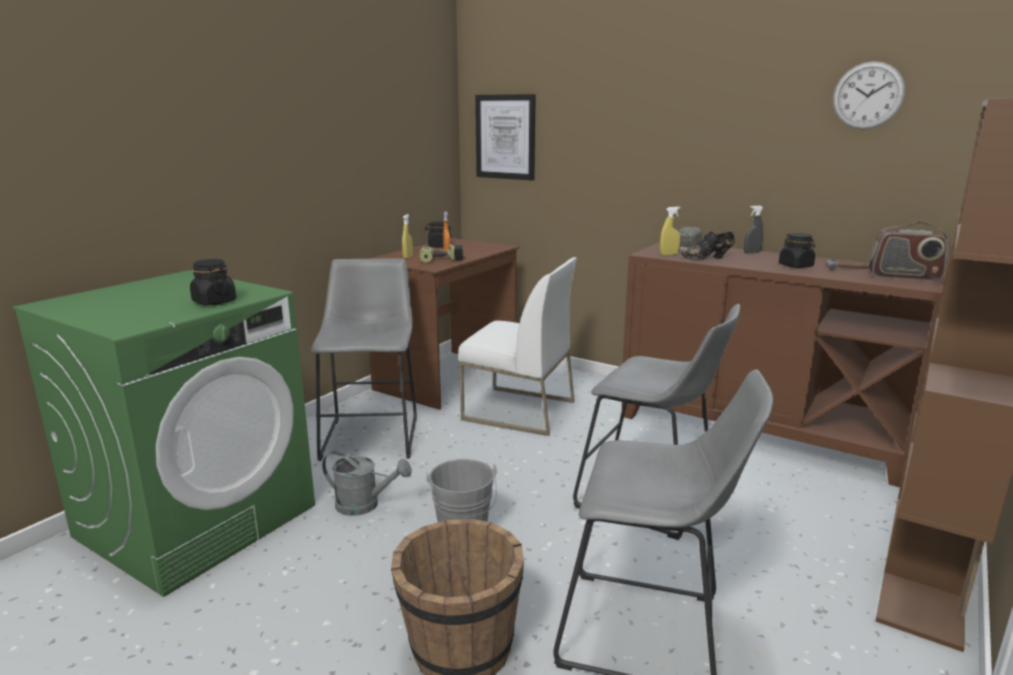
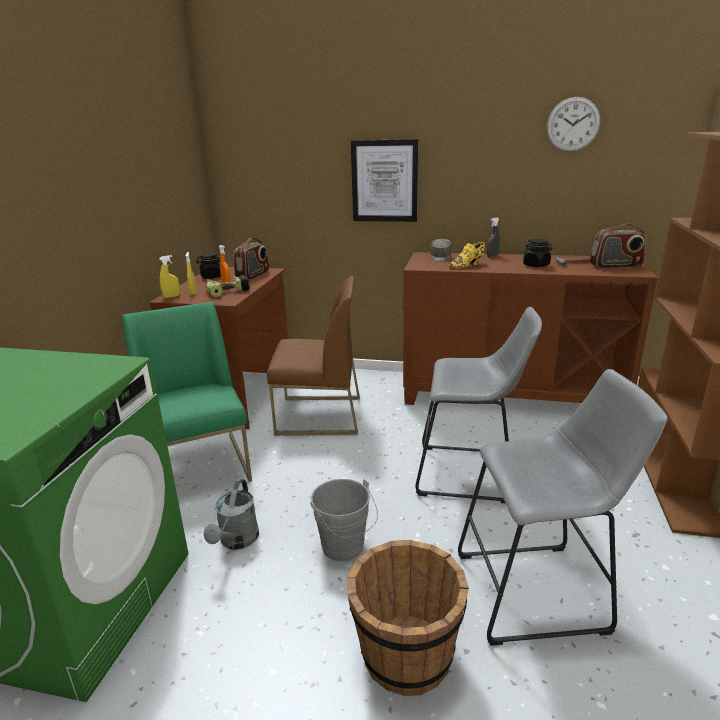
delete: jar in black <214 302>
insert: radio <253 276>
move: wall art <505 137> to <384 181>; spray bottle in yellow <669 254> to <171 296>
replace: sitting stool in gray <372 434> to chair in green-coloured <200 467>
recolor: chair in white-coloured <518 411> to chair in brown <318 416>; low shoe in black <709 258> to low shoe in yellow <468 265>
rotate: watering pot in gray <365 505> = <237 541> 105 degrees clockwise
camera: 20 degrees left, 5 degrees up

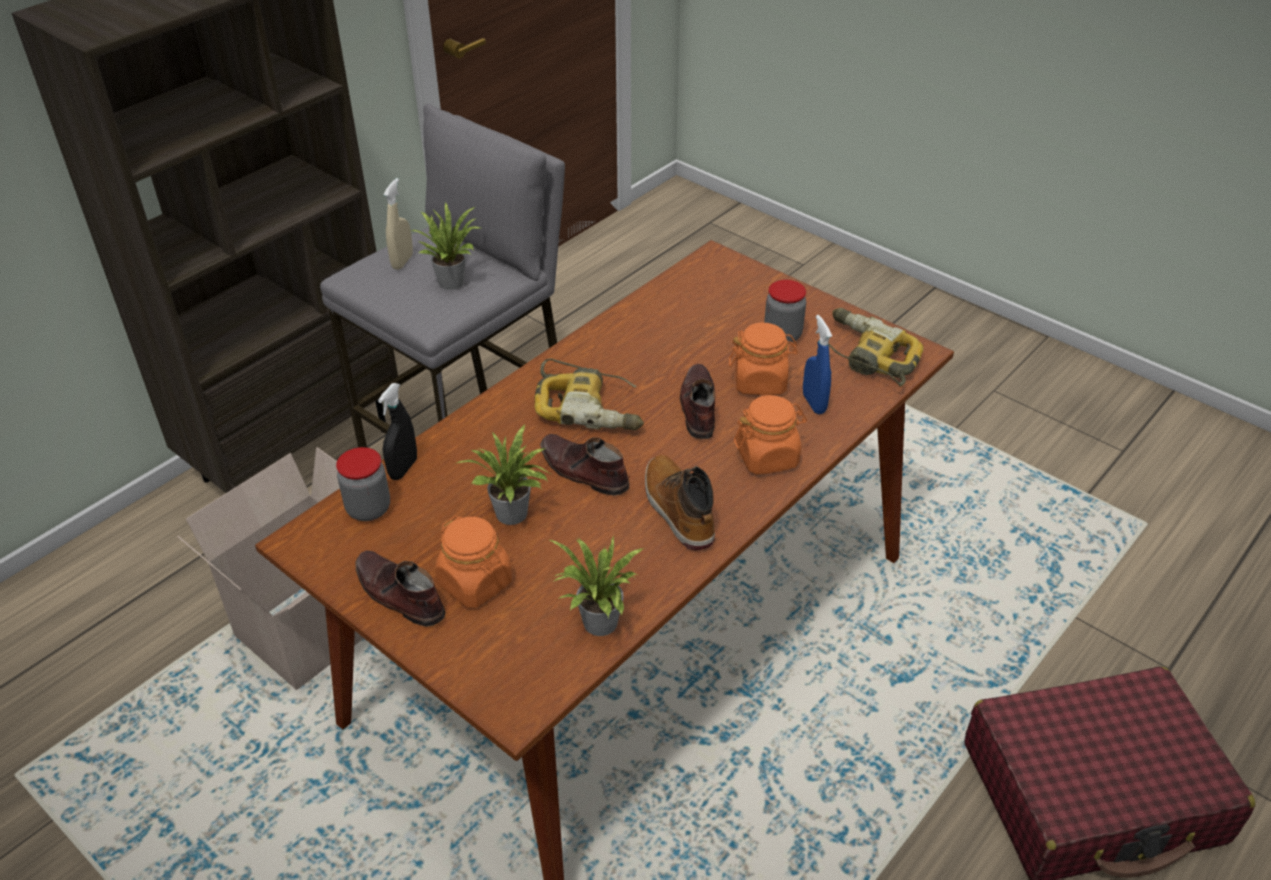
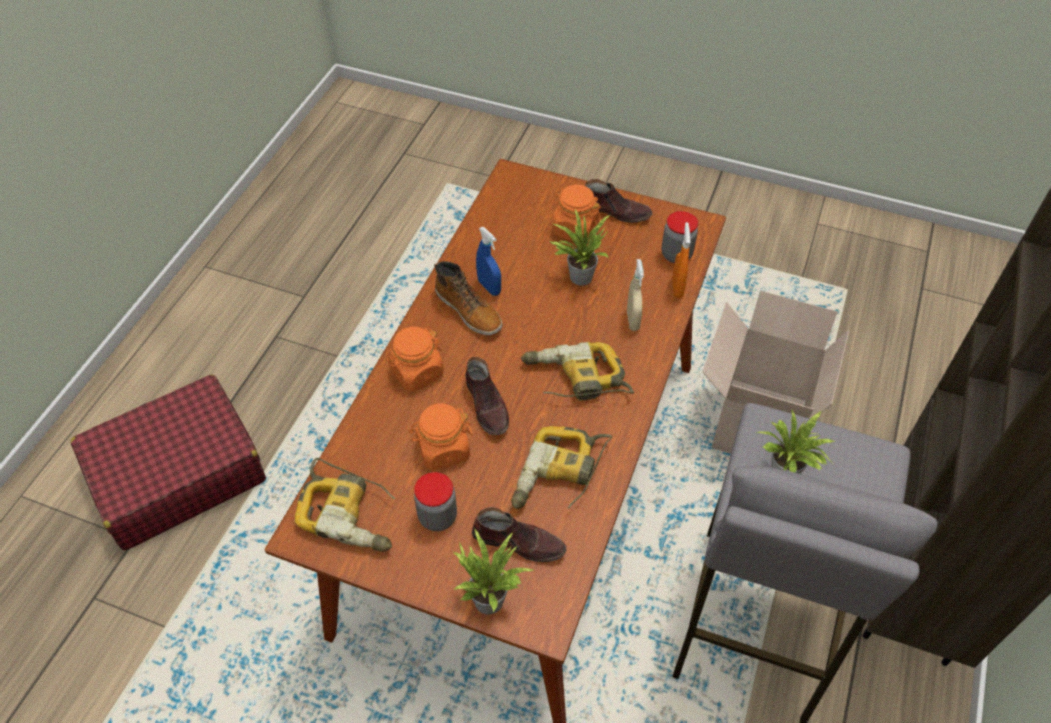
insert: electric drill <560 476>
move: spray bottle in sand-coloured <402 261> to <632 320>; low shoe in brown <583 471> to <519 541>; plant in a pot <598 626> to <489 597>; spray bottle in bluish <814 403> to <489 287>
recolor: spray bottle in black <403 469> to spray bottle in orange <677 288>
camera: 160 degrees right, 10 degrees up

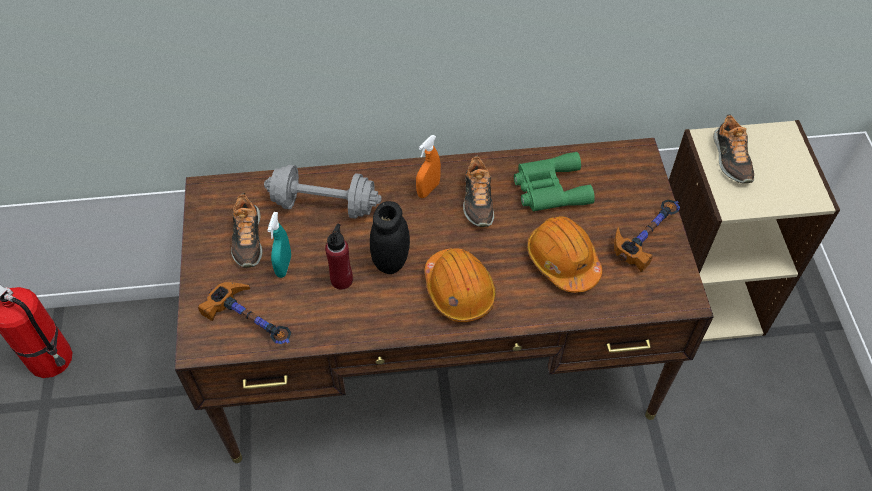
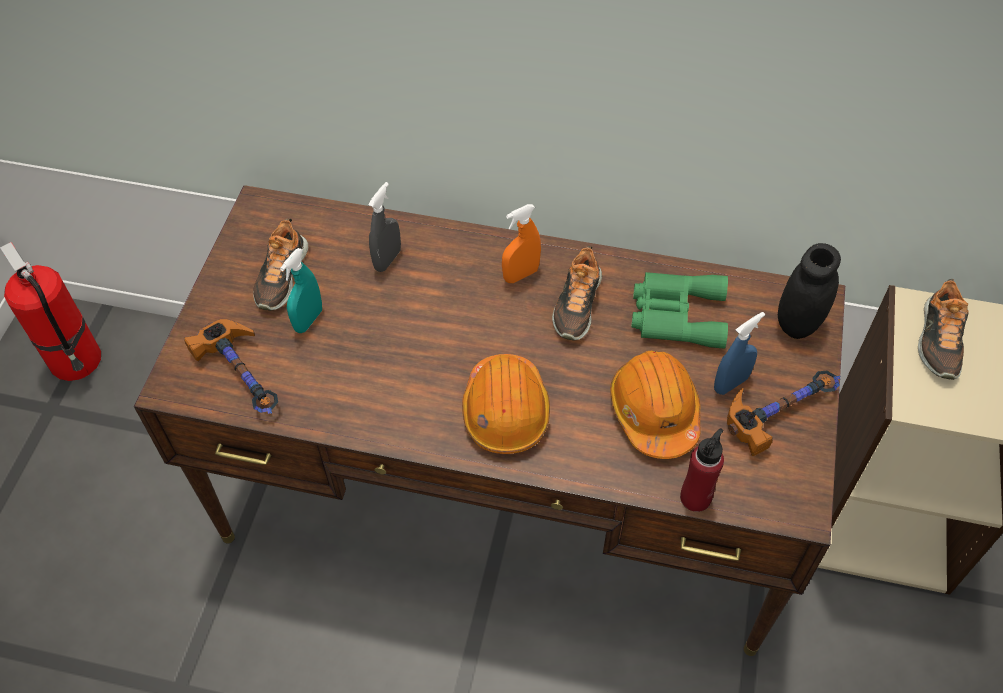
insert: spray bottle in bluish <731 383>
move: drink bottle in red <342 280> to <695 497>; jar in black <391 261> to <798 323>
replace: dumbbell in gray <324 205> to spray bottle in gray <387 260>
camera: 20 degrees right, 0 degrees up

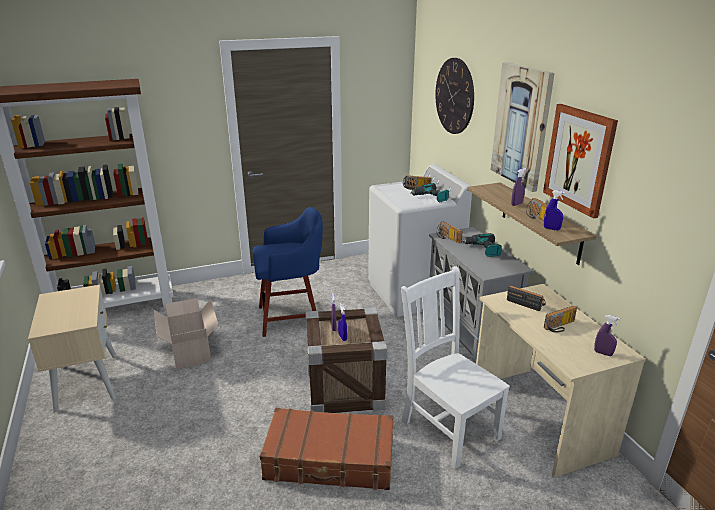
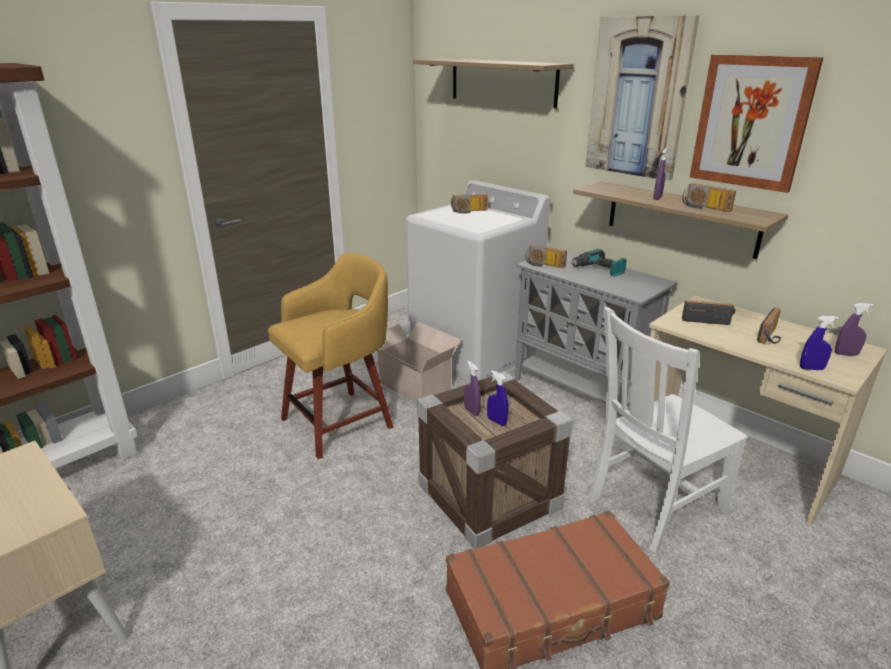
delete: electric drill <430 198>
move: cardboard box <191 349> to <413 385>; spray bottle in bluish <551 229> to <811 368>
replace: clock on the wall <454 96> to bracket shelf <502 82>
recolor: sitting stool in bluish <291 318> to sitting stool in yellow <340 422>
rotate: chair in white-coloured <447 427> = <653 505> 60 degrees counterclockwise
camera: 25 degrees left, 0 degrees up

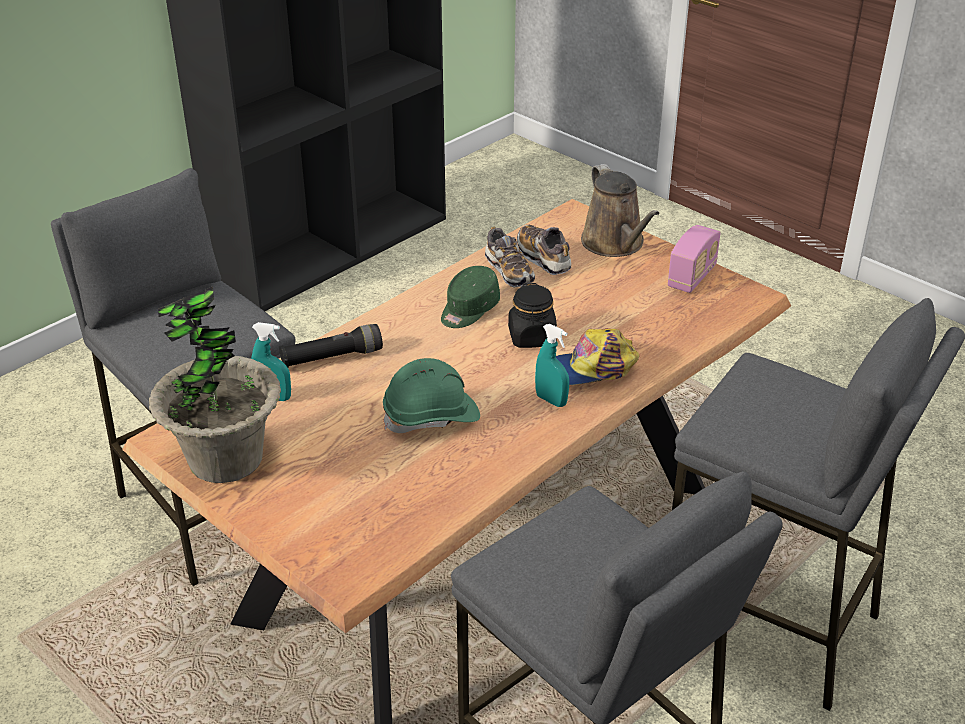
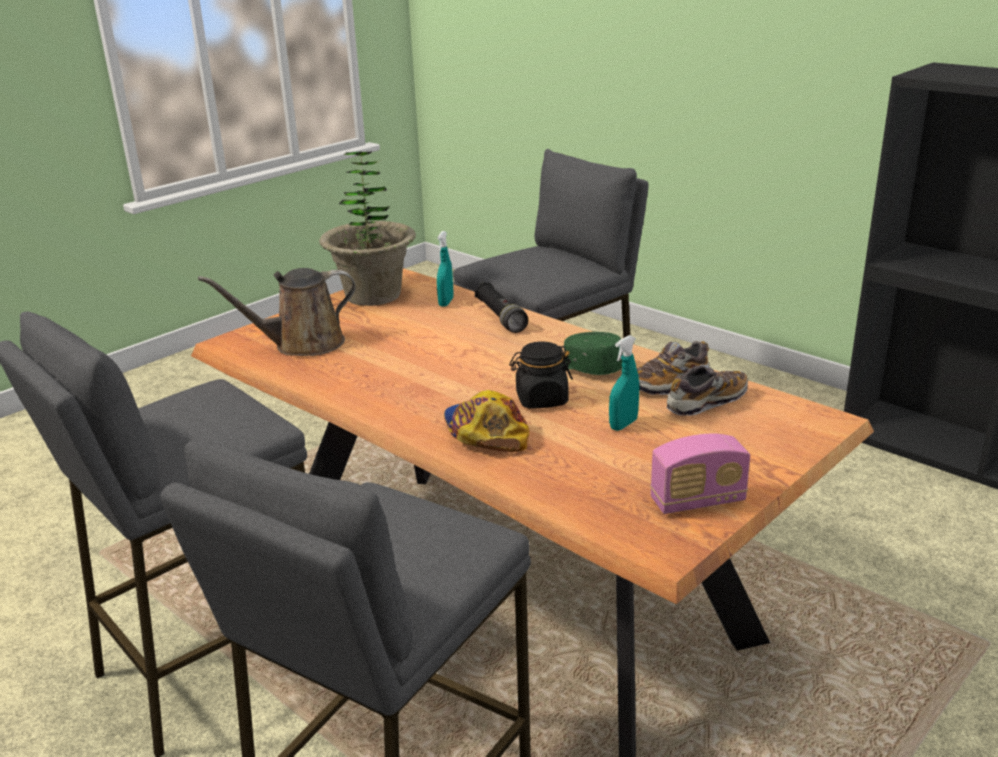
delete: hard hat in green-coloured <431 417>
move: spray bottle in blue-green <551 400> to <623 424>; watering pot in brown <615 244> to <302 345>
rotate: radio <692 277> = <697 501> 45 degrees counterclockwise
camera: 90 degrees right, 10 degrees down

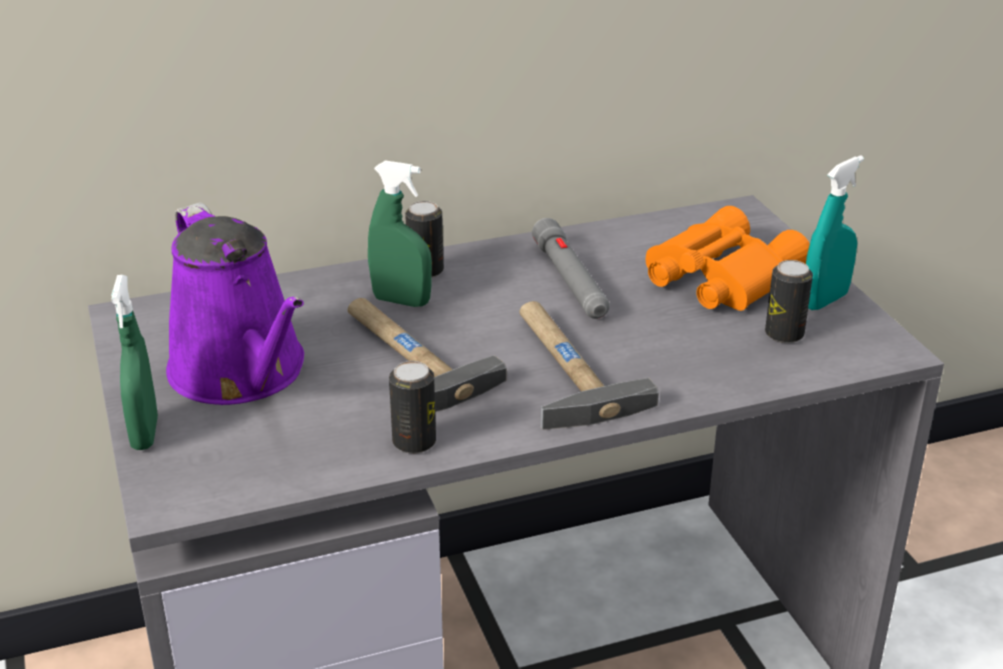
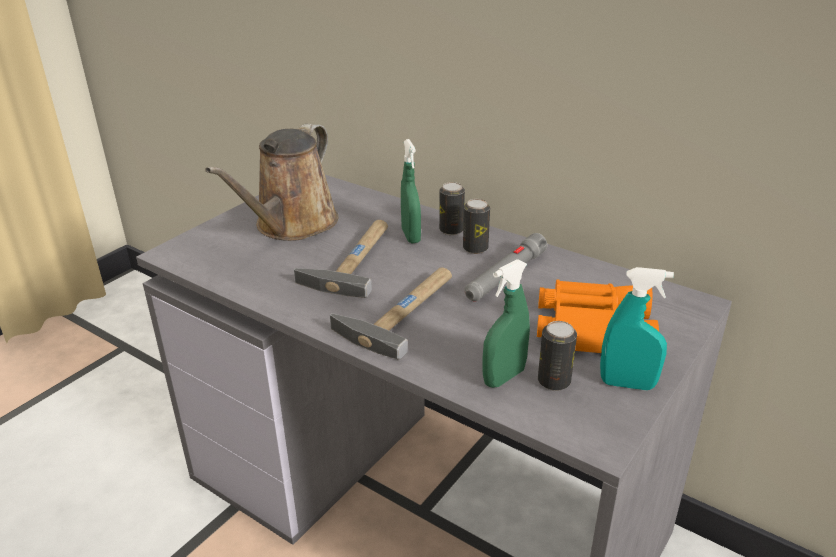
move: spray bottle in green-coloured <145 434> to <504 377>; sealed can <414 442> to <475 248>
recolor: watering pot in purplish <243 373> to watering pot in brown <292 225>
camera: 55 degrees right, 0 degrees up

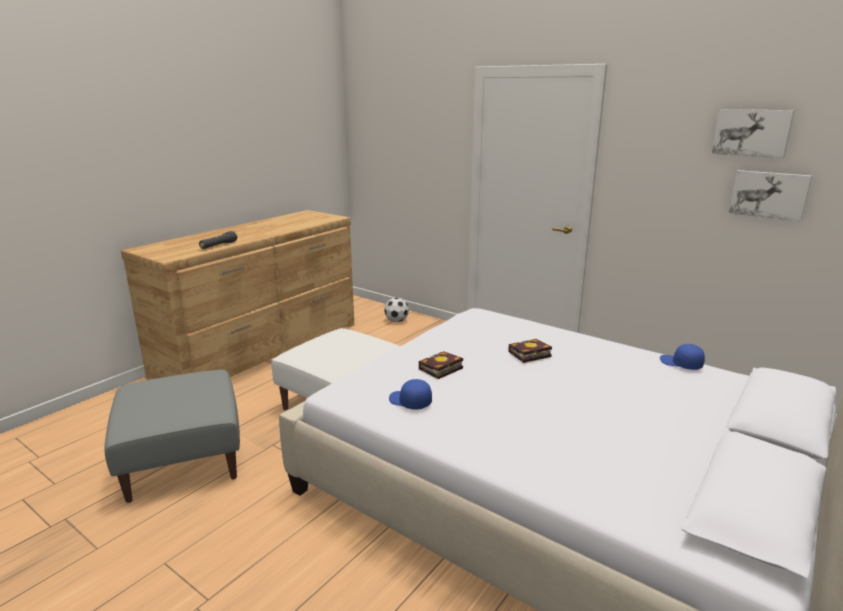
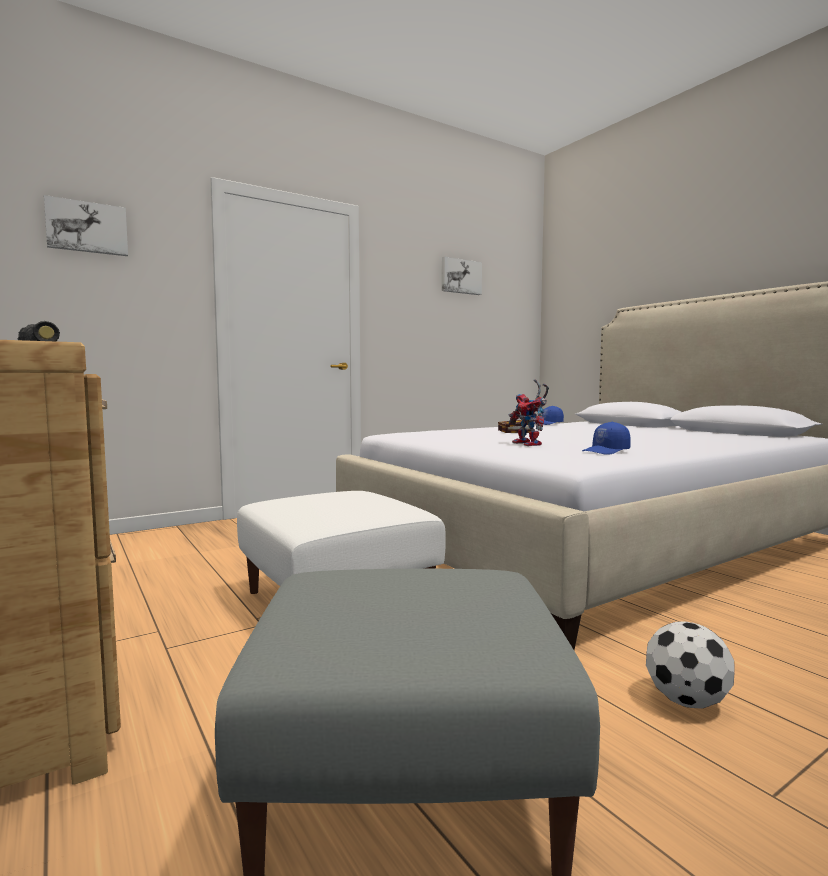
move: football ball <397 320> to <686 700>; wall art <769 194> to <87 227>
replace: bound book <440 369> to model robot <530 444>
camera: 70 degrees left, 15 degrees down

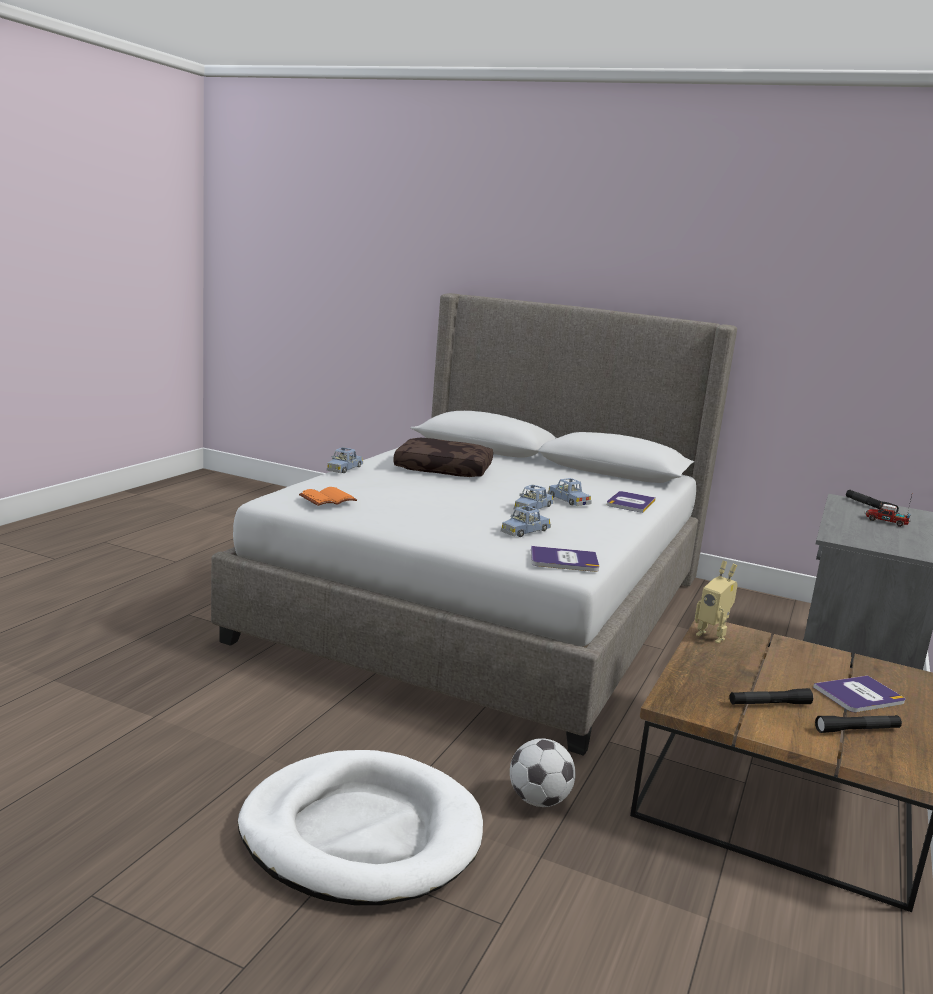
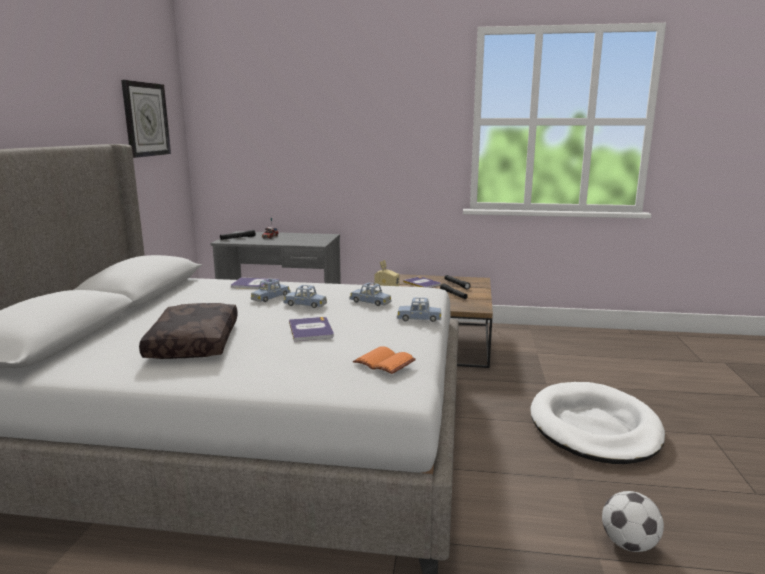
insert: clock on the wall <145 119>
move: miniature car in bluish <344 469> to <419 318>; football ball <538 800> to <628 544>; bound book <564 560> to <311 330>
camera: 105 degrees left, 0 degrees up

